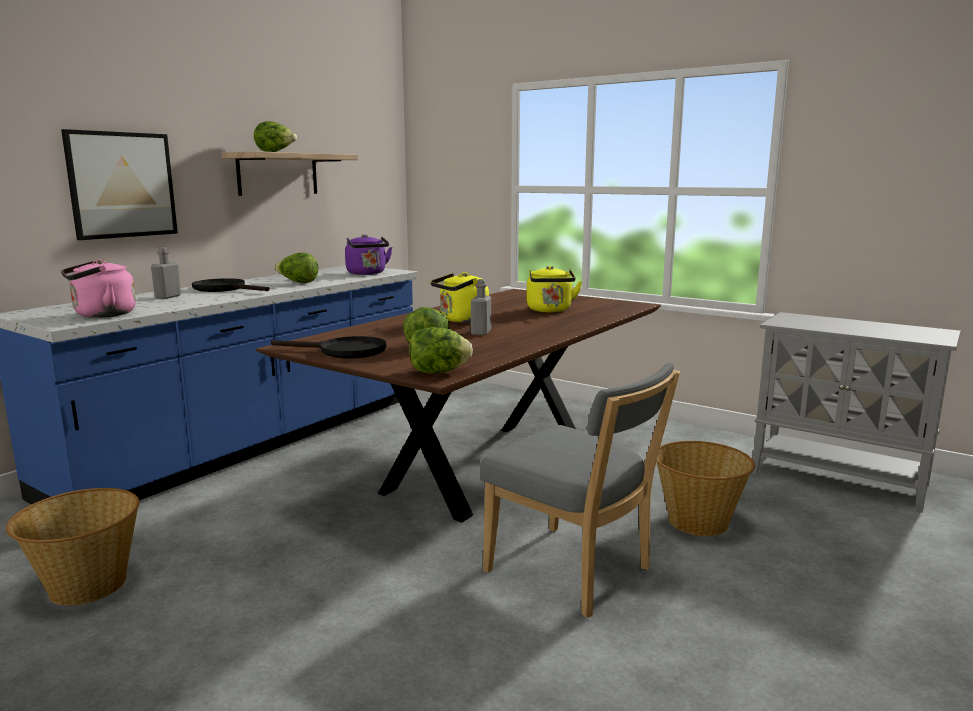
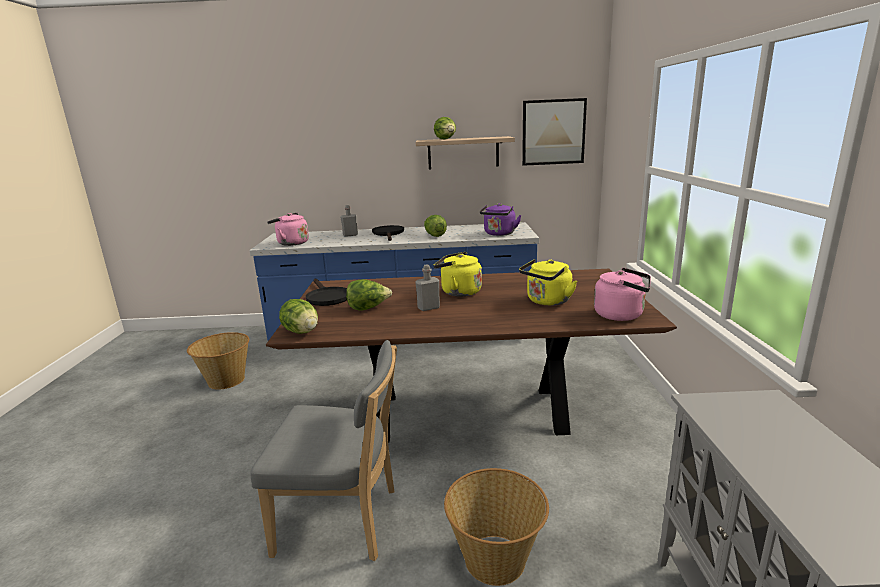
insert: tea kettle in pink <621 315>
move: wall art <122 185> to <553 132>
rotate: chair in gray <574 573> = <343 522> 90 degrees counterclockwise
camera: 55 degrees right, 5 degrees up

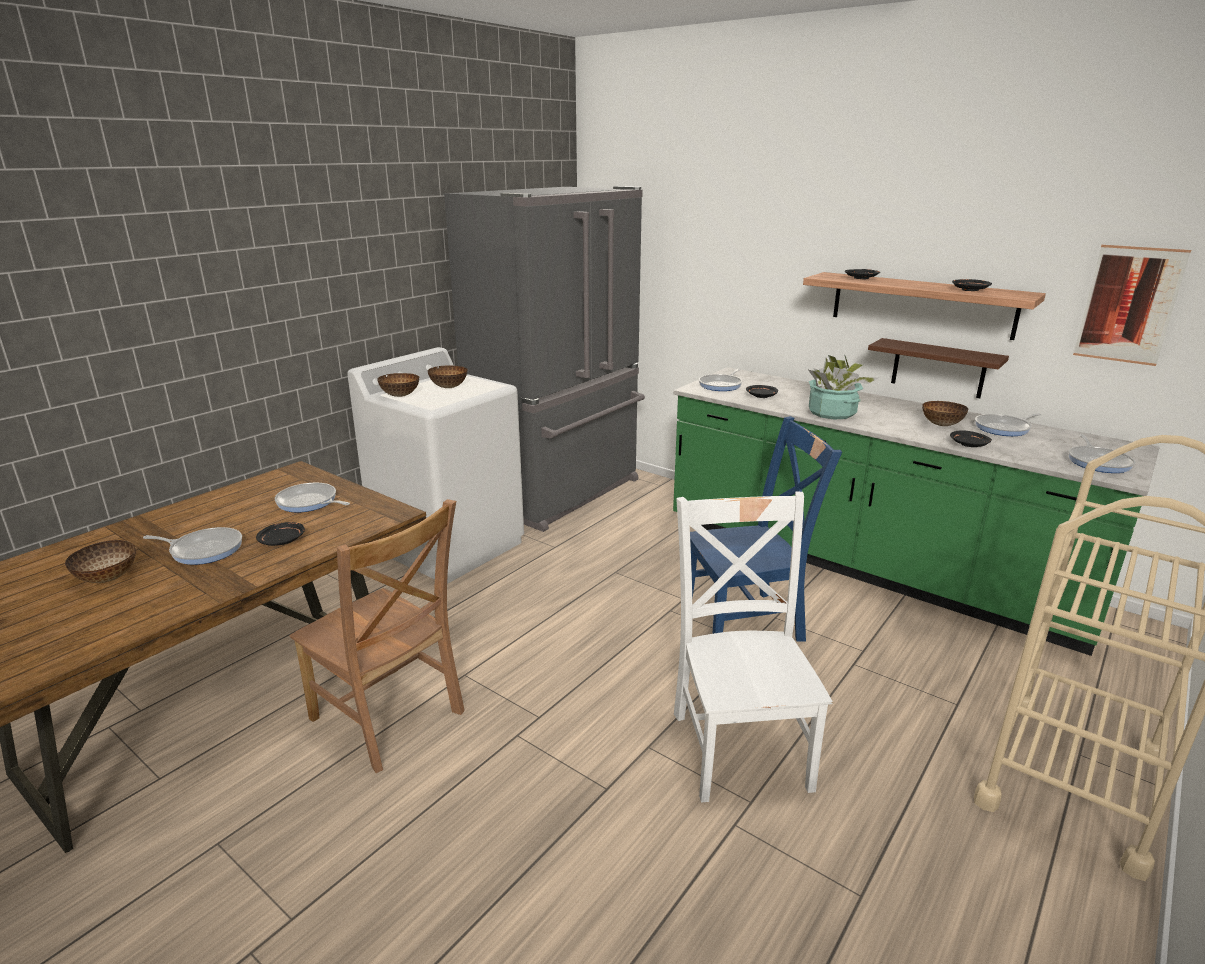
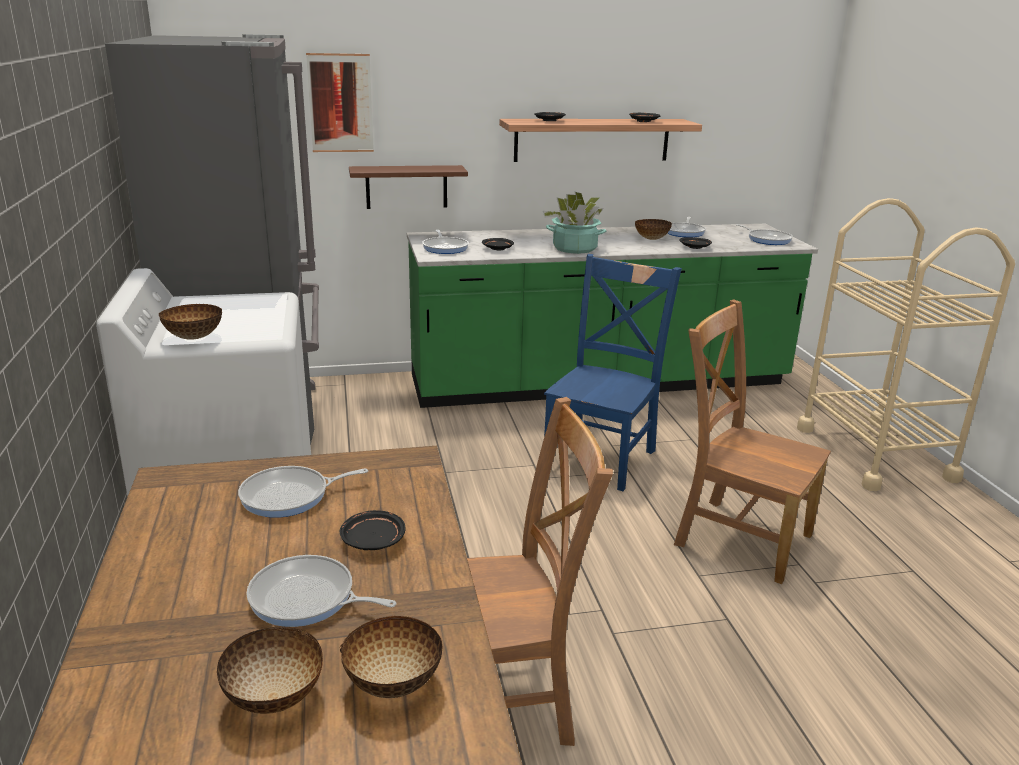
move: deep dish <449 387> to <394 682>; bracket shelf in brown <938 368> to <406 187>; wall art <1129 305> to <340 103>
recolor: chair in white-coloured <739 745> to chair in brown <737 537>
rotate: frying pan <204 550> = <307 599> 120 degrees counterclockwise
camera: 50 degrees left, 0 degrees up

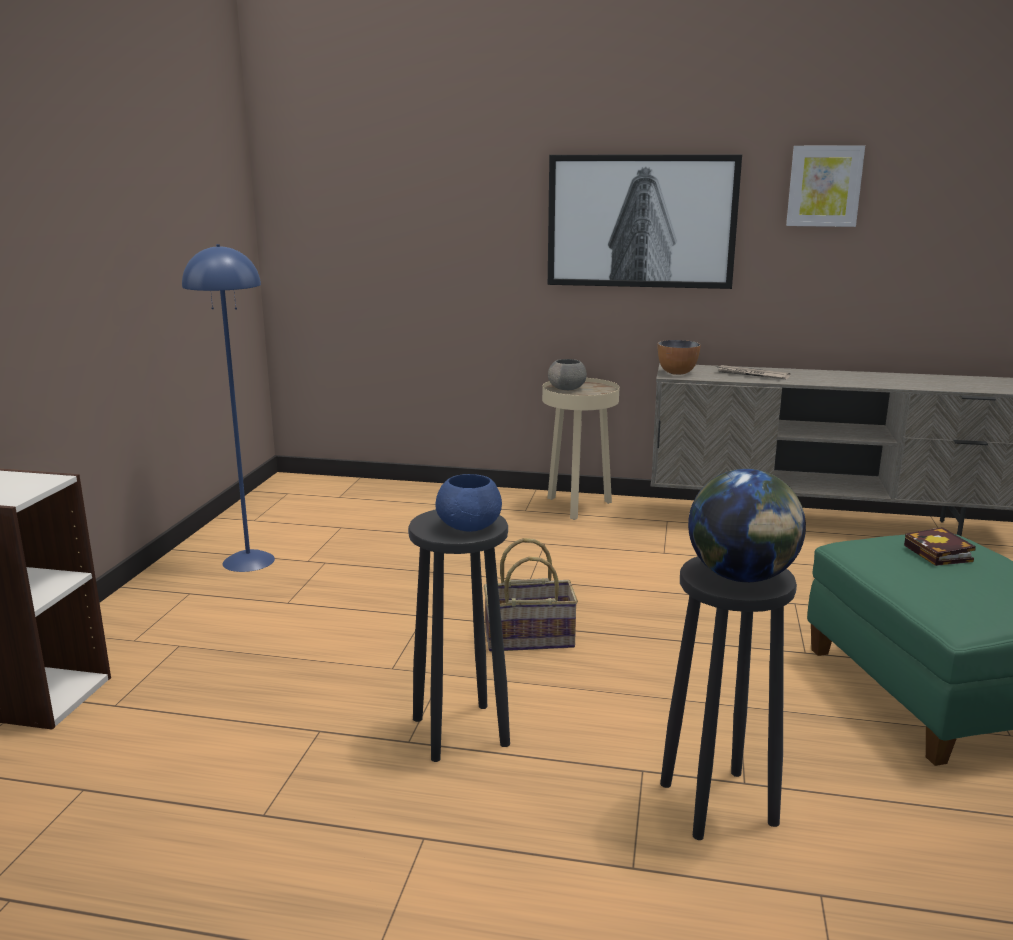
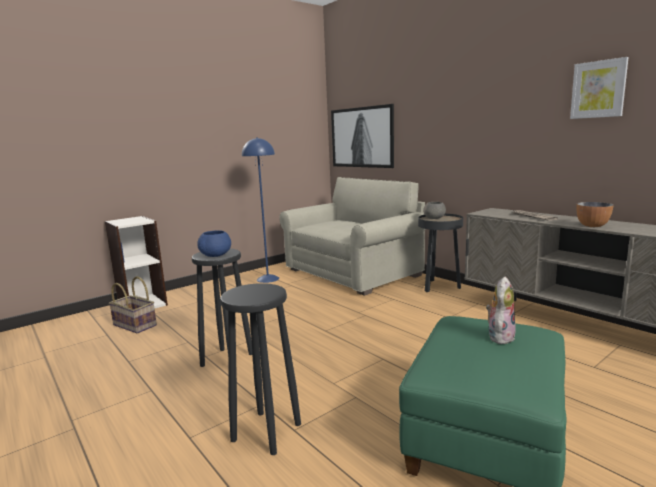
delete: world globe <742 577>
insert: settee in sand-coloured <352 273>
move: storage basket <529 638> to <135 325>; wall art <641 221> to <362 137>; deep dish <677 373> to <592 226>
replace: bound book <940 554> to cuddly toy <499 336>
recolor: end table in sand-coloured <578 507> to end table in black <439 287>
camera: 40 degrees right, 5 degrees down

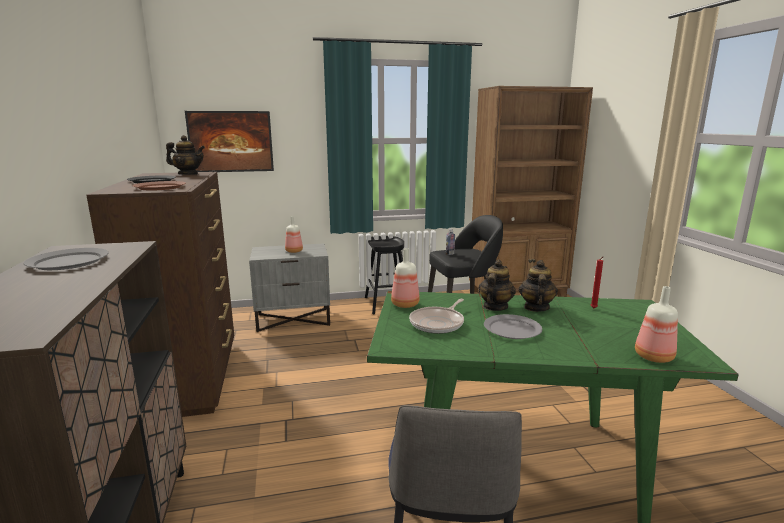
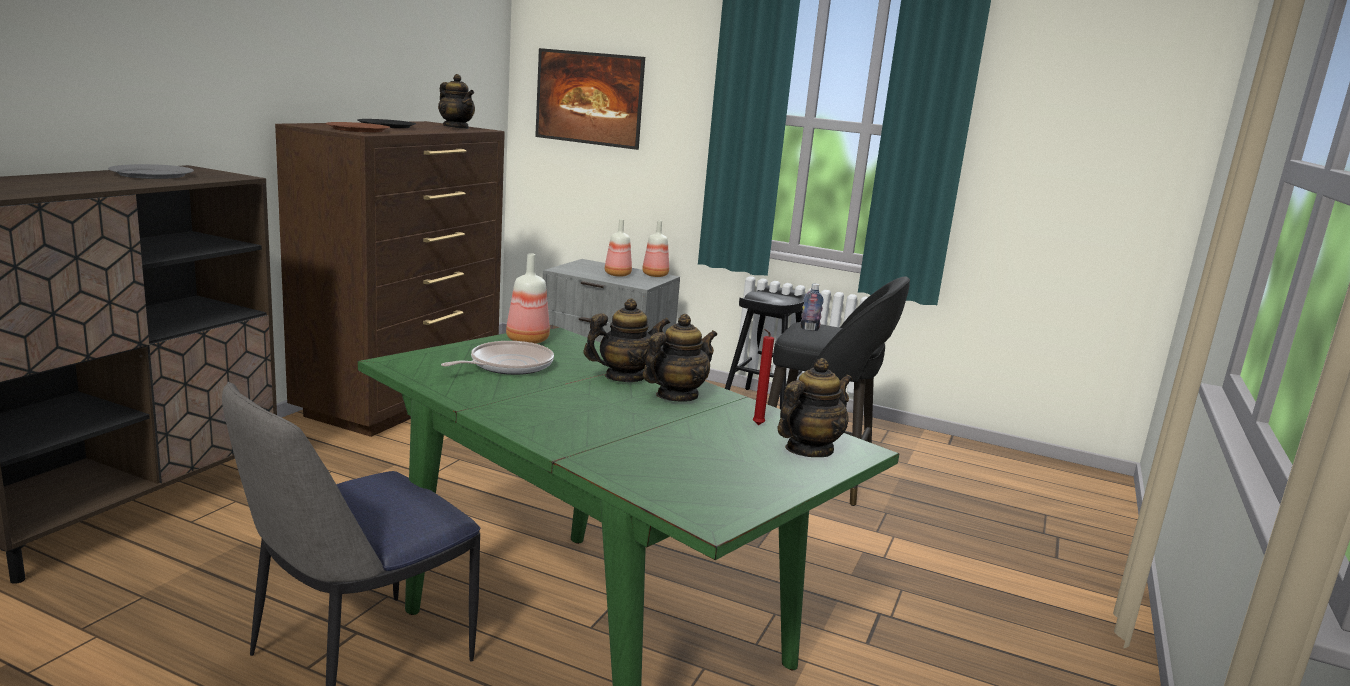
delete: shelving unit in brown <518 294>; plate in gray <512 329>
insert: pot for tea <808 450>
move: drink bottle <652 357> to <654 275>
rotate: frying pan <438 323> = <507 365> 150 degrees clockwise
camera: 35 degrees right, 0 degrees up

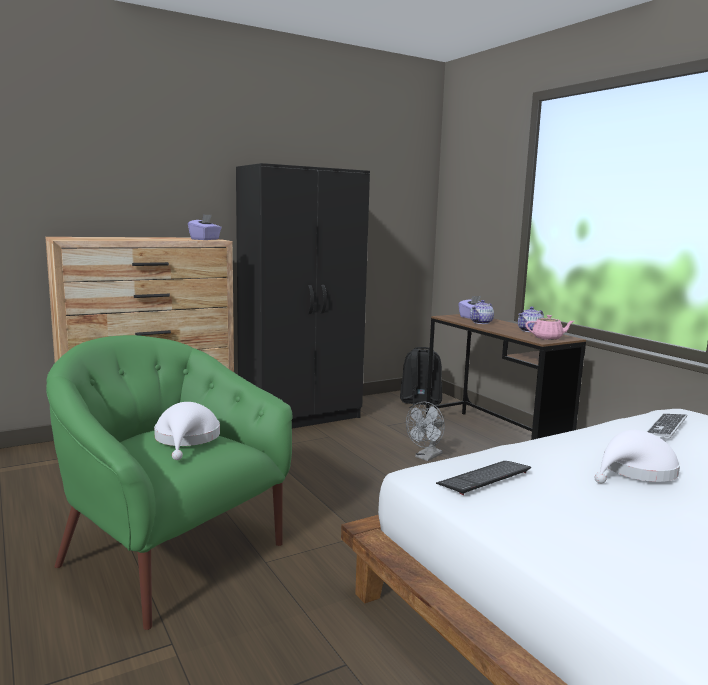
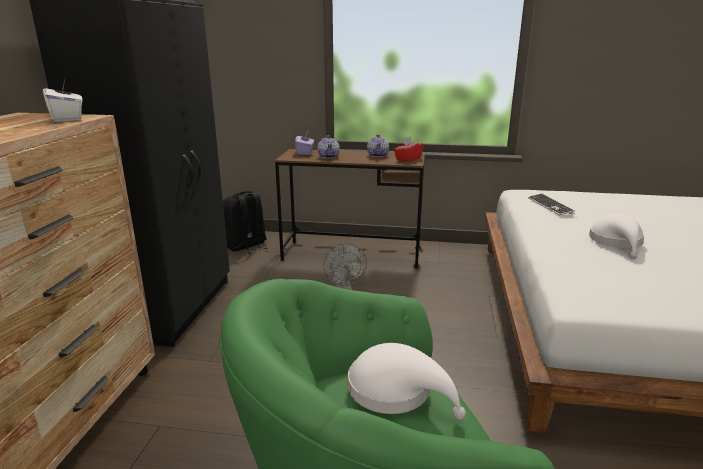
delete: PC keyboard <484 478>
replace: pot for tea in pink <548 338> to tissue box in red <408 159>
recolor: tissue box in purplish <205 239> to tissue box in white-coloured <67 118>
camera: 50 degrees left, 10 degrees up

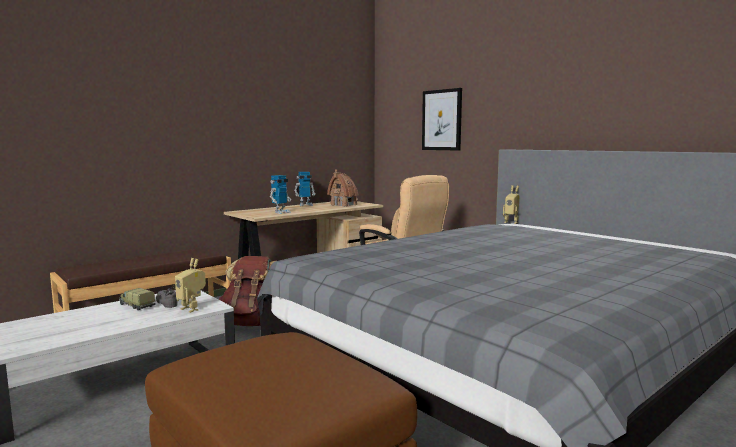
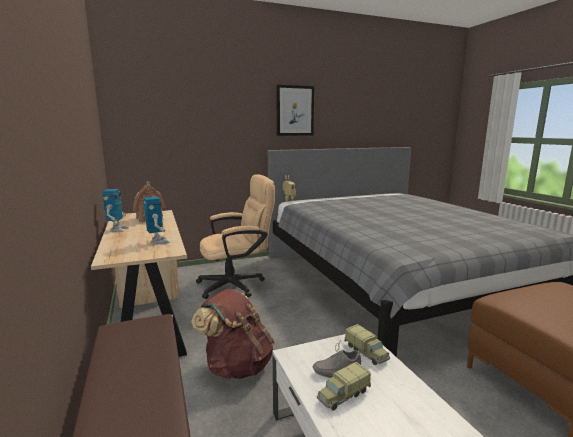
move: wall art <442 120> to <295 111>
replace: model robot <192 309> to toy lorry <366 352>
camera: 70 degrees left, 5 degrees up

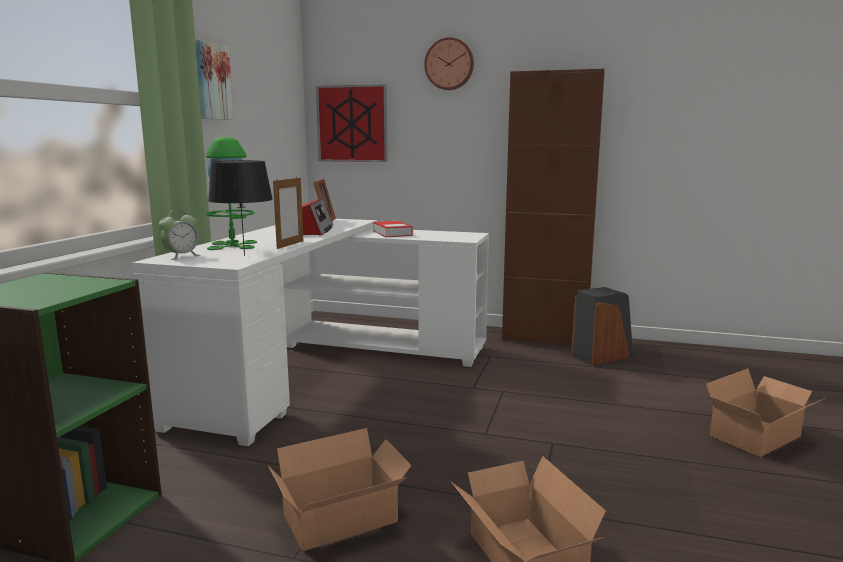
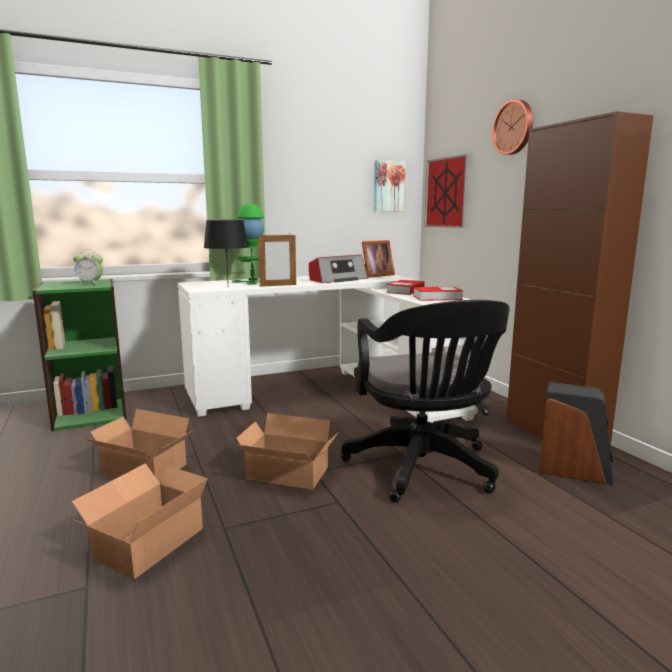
insert: office chair in black <423 469>; bound book <437 298>
move: bedside clock <181 256> to <90 284>; wall art <211 82> to <388 186>; cardboard box <759 436> to <288 475>
camera: 50 degrees right, 0 degrees up

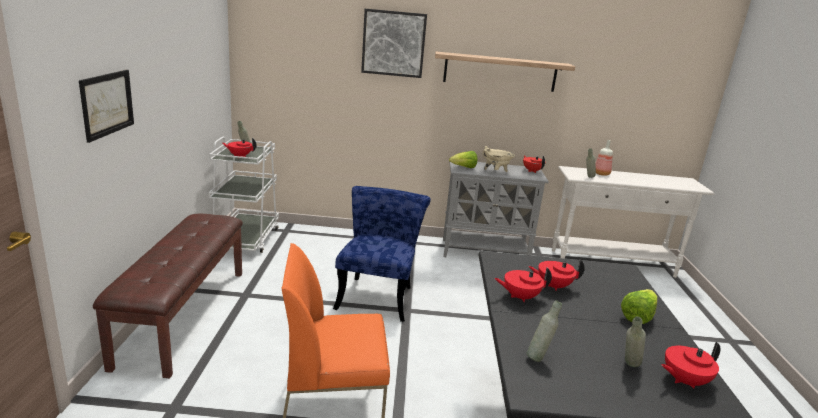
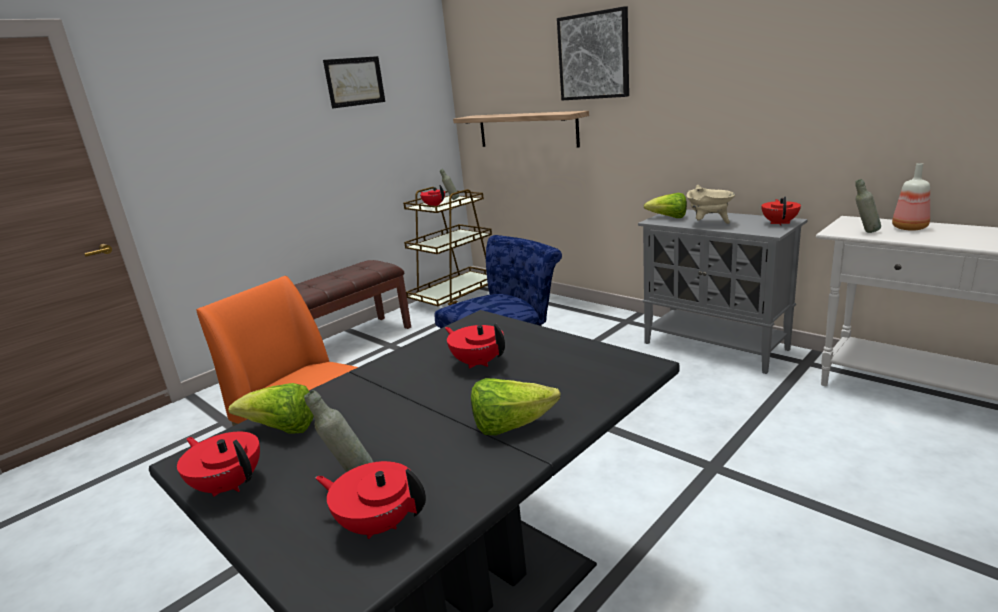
move: wall art <107 104> to <355 81>; bracket shelf <500 72> to <527 130>; pot for tea in red <520 297> to <229 485>
replace: drink bottle in gray <539 357> to lettuce head <282 430>
recolor: cart in white-coloured <246 239> to cart in brown <456 297>
camera: 45 degrees right, 0 degrees up

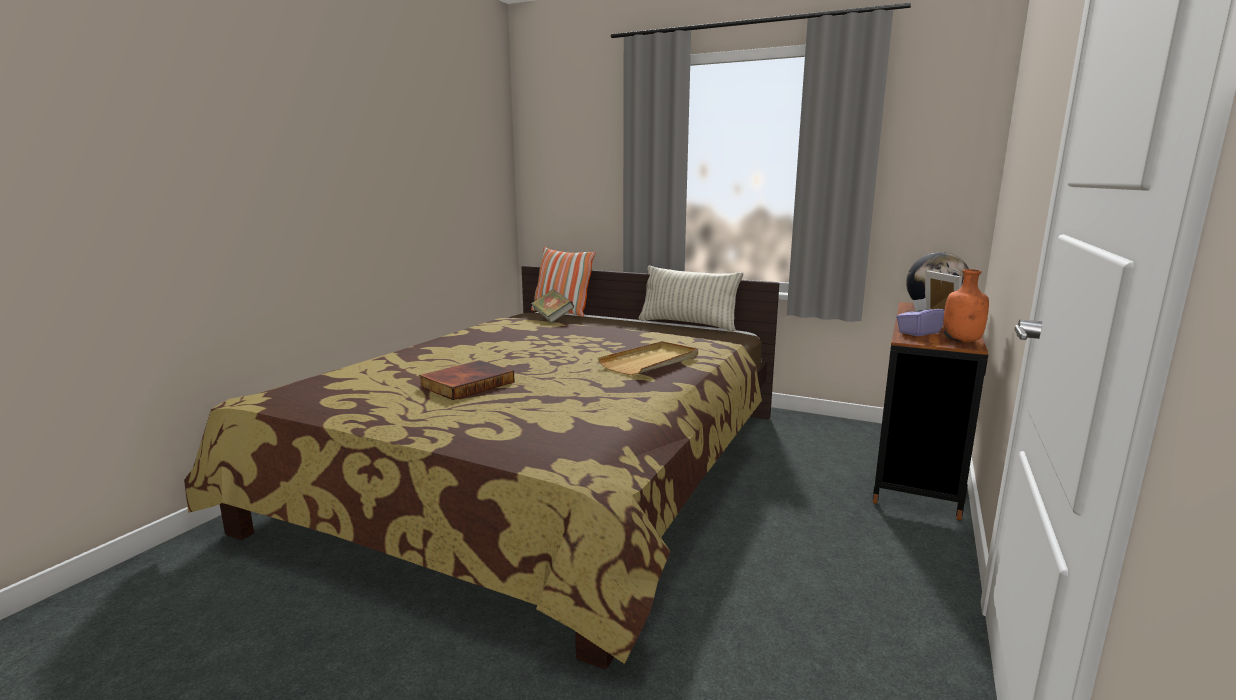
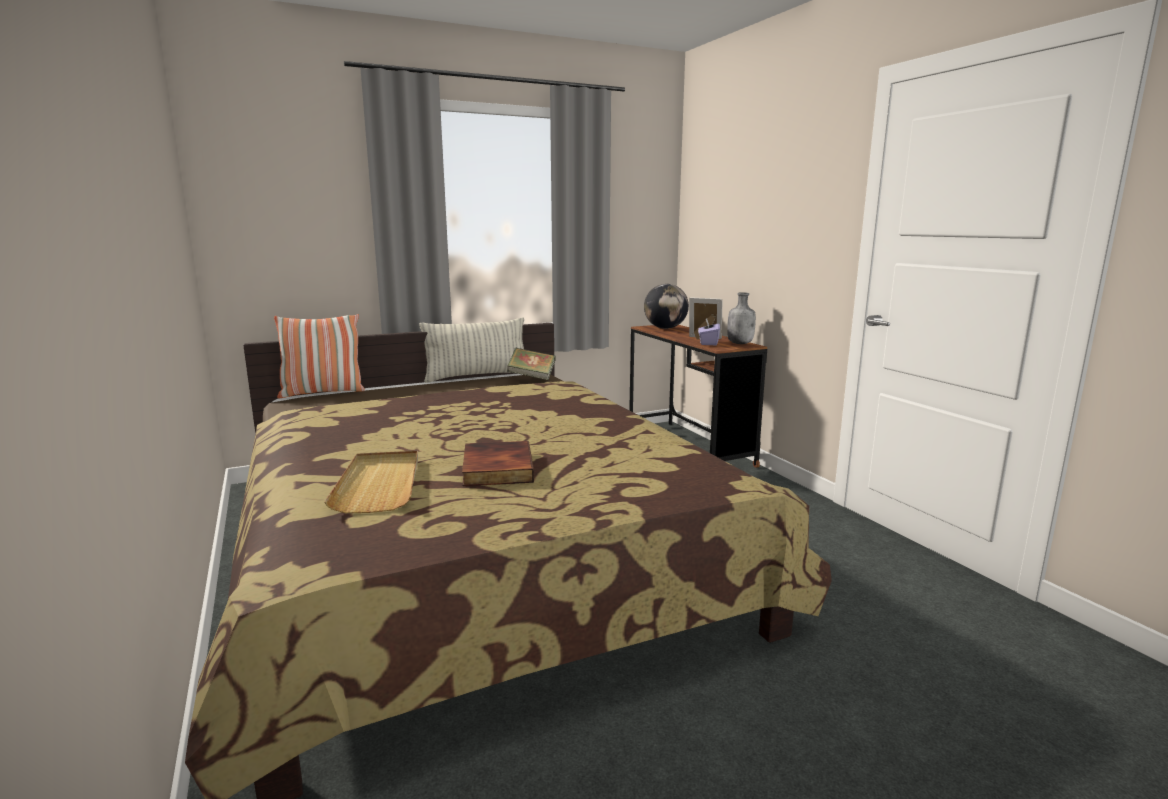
move: bound book <552 318> to <532 377>; tray in sand-coloured <651 362> to <379 484>
recolor: drink bottle in orange <962 341> to drink bottle in gray <740 343>
camera: 50 degrees left, 0 degrees up

